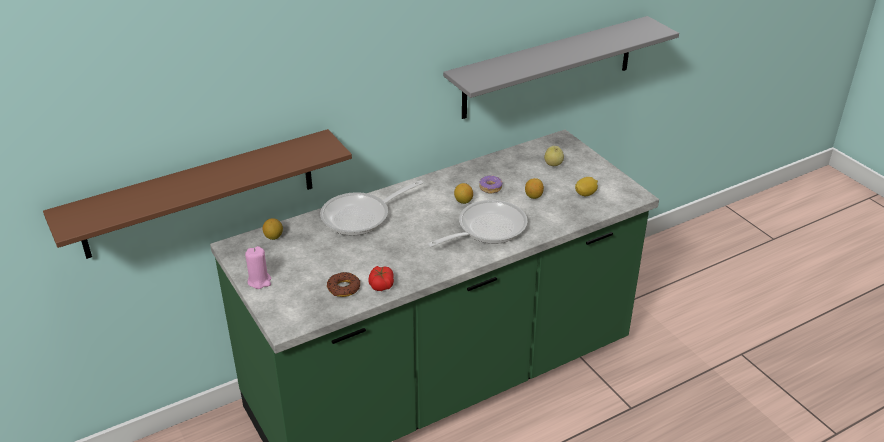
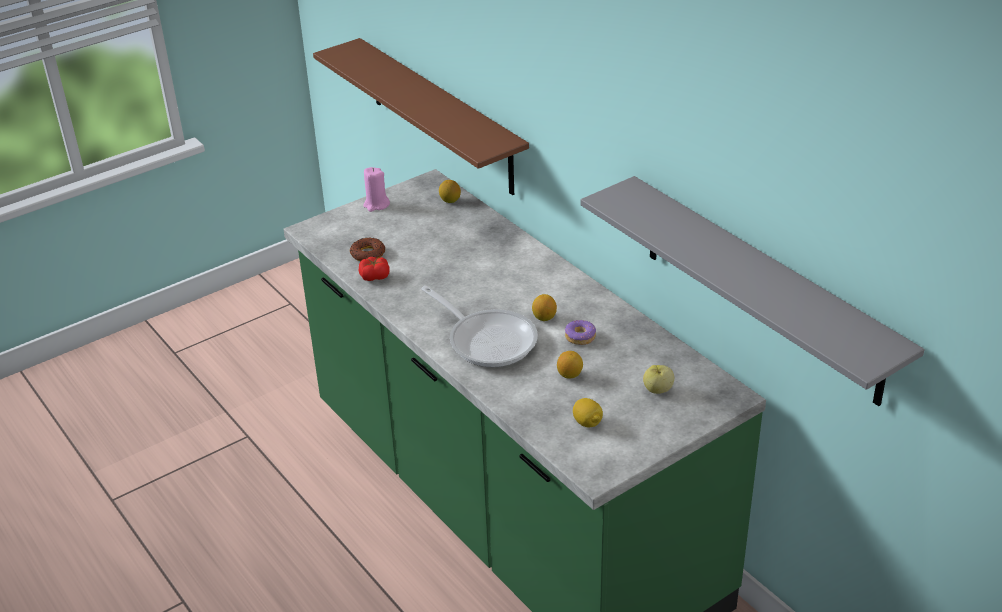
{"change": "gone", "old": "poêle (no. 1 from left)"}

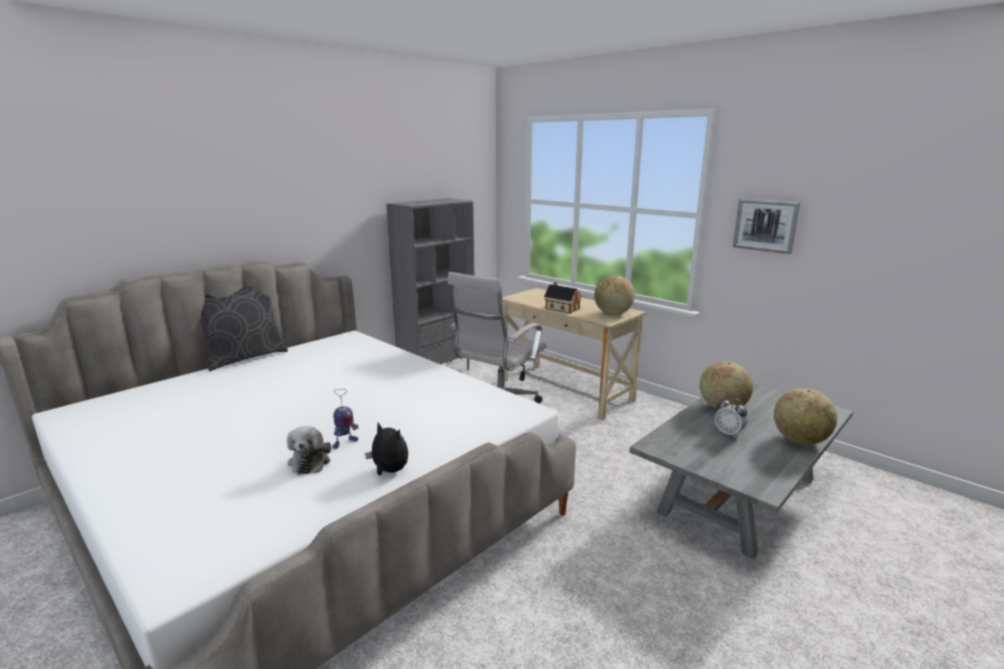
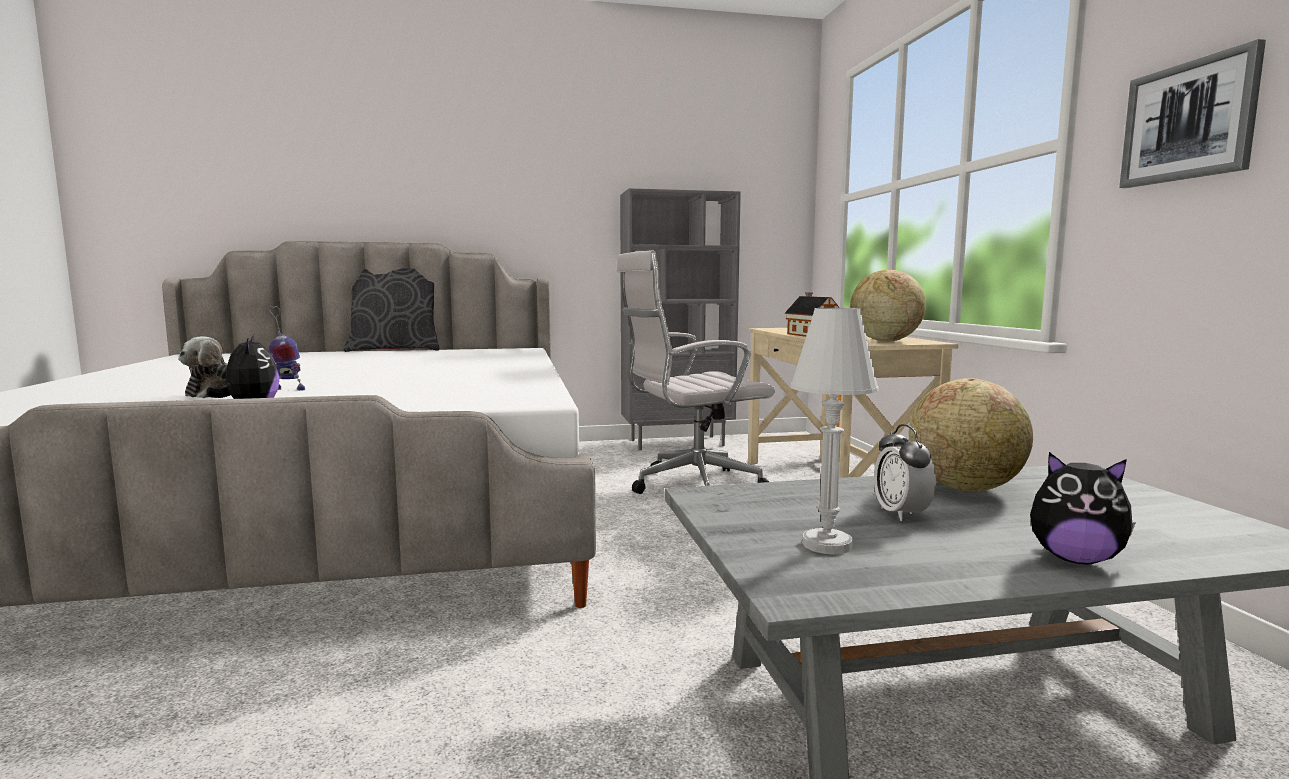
{"change": "new", "new": "lampe de table [blanc]"}
{"change": "swapped", "old": "globe (no. 3 from left)", "new": "peluche (no. 3 from left)"}

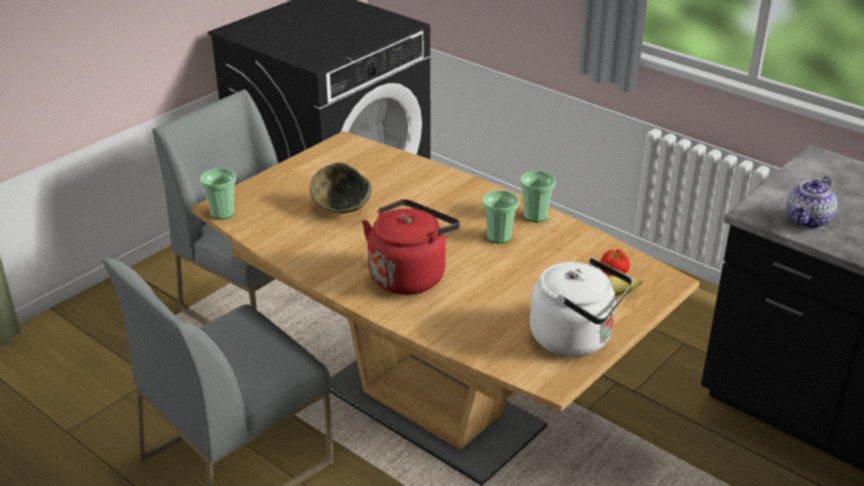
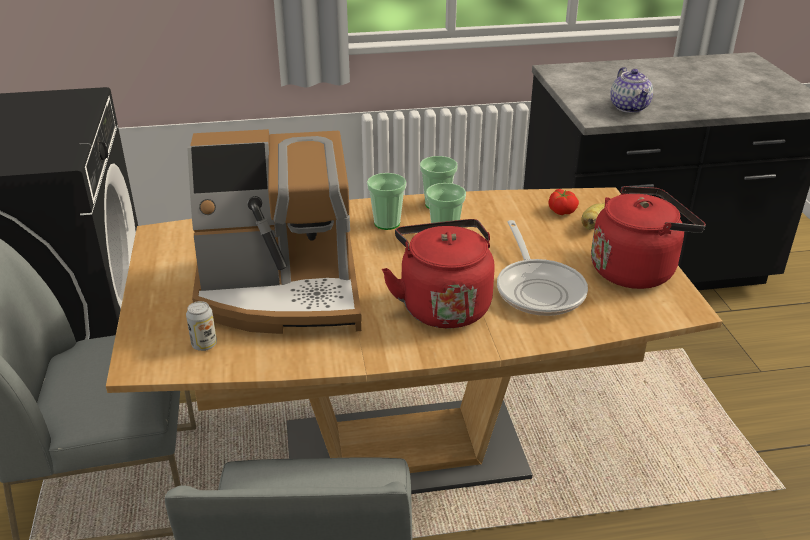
{"change": "new", "new": "boîte métallique"}
{"change": "swapped", "old": "bol", "new": "machine à café"}
{"change": "shifted", "old": "tasse (no. 1 from left)"}
{"change": "new", "new": "poêle"}
{"change": "repainted", "old": "bouilloire [blanc]", "new": "bouilloire [rouge] (no. 2 from left)"}

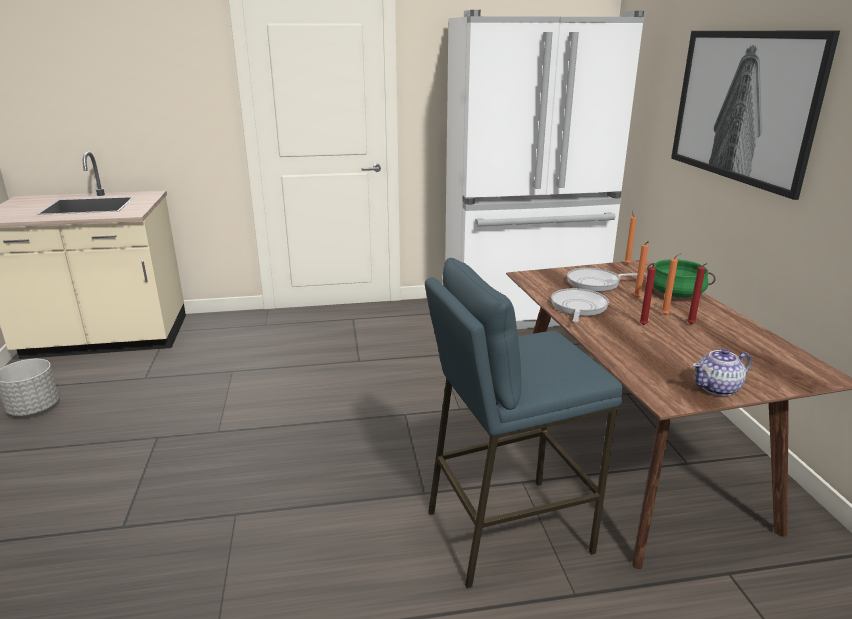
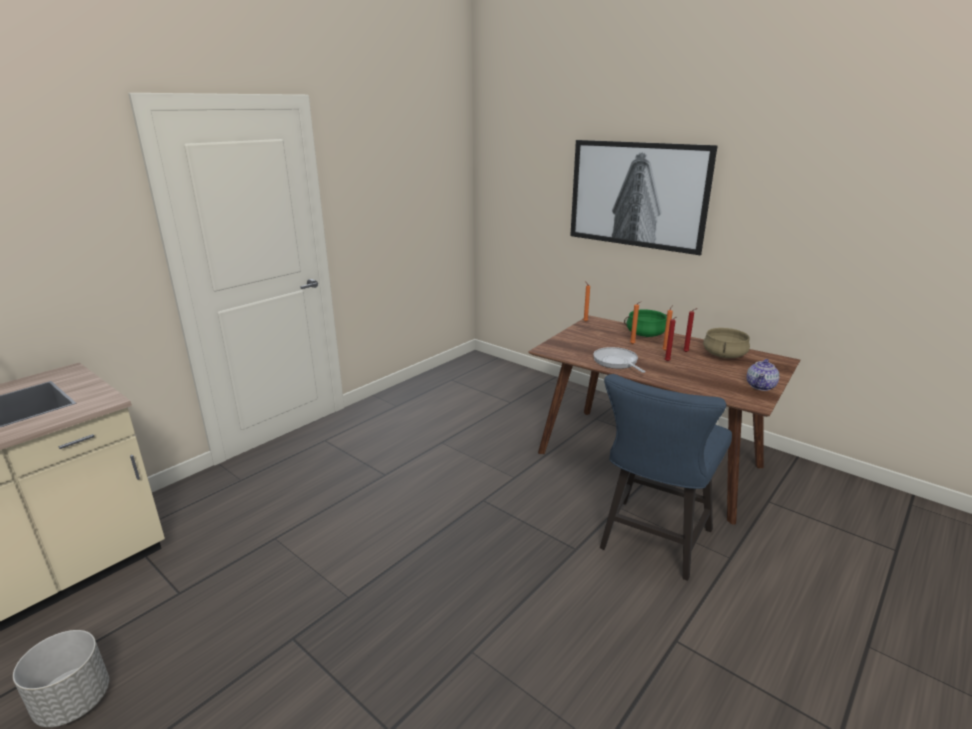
{"change": "swapped", "old": "tabouret [bleu]", "new": "chaise [bleu]"}
{"change": "new", "new": "marmite [beige]"}
{"change": "gone", "old": "réfrigérateur [blanc]"}
{"change": "gone", "old": "poêle (no. 2 from left)"}

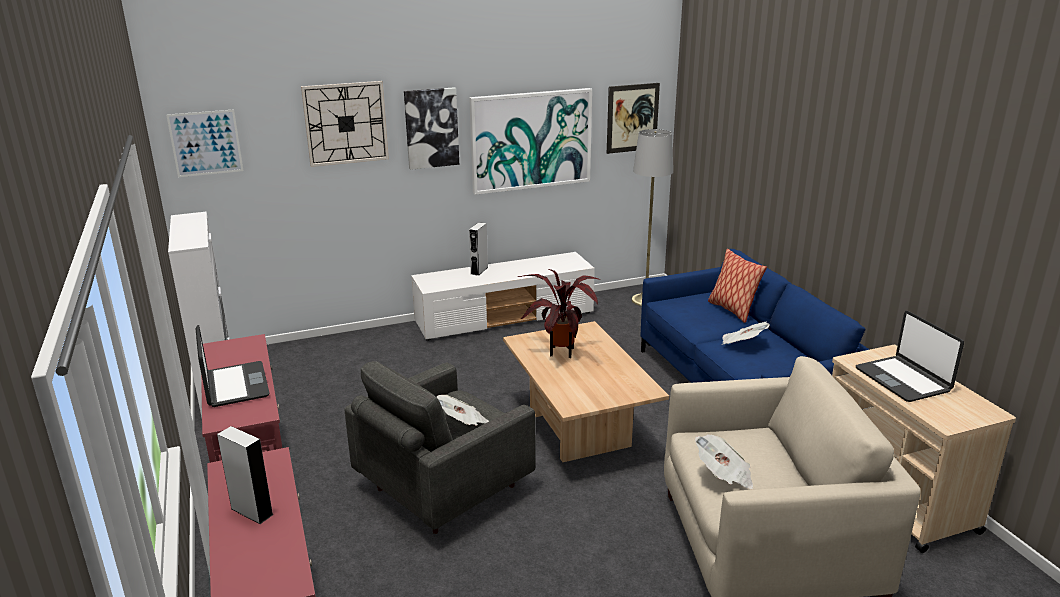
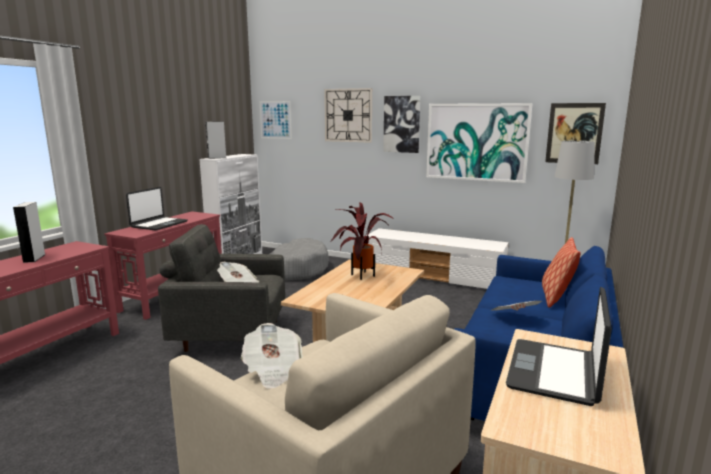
{"change": "shifted", "old": "enceinte [gris] (no. 2 from left)"}
{"change": "new", "new": "panier pour chien [gris]"}

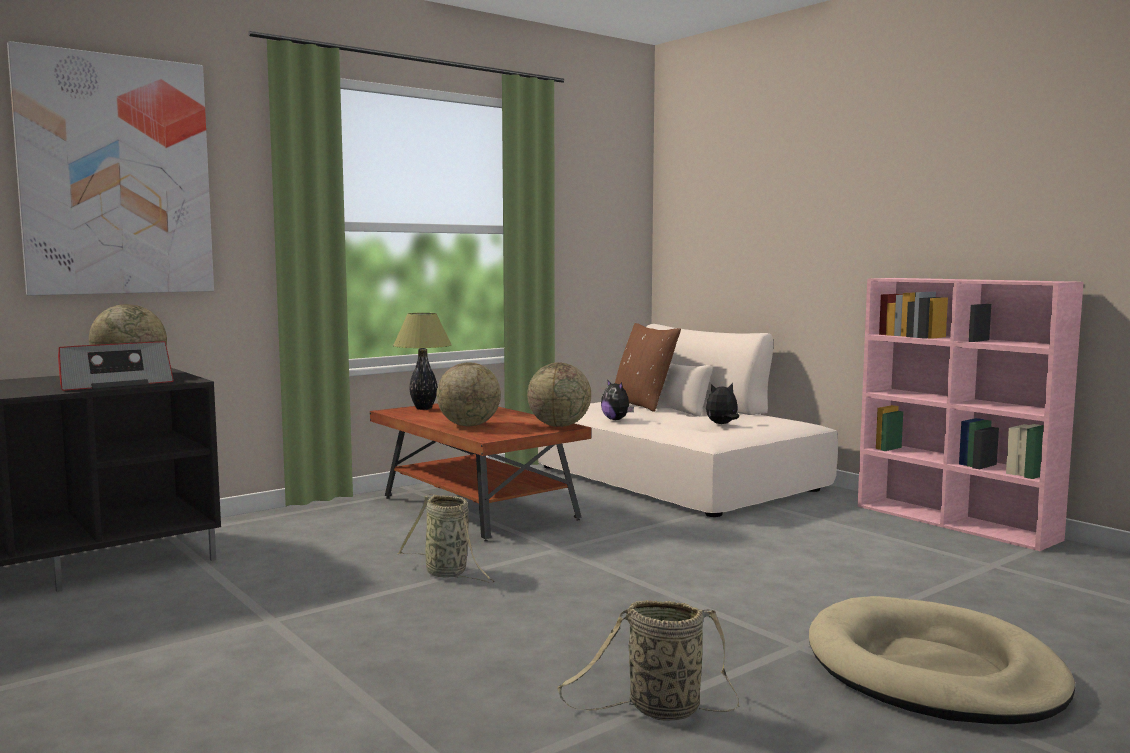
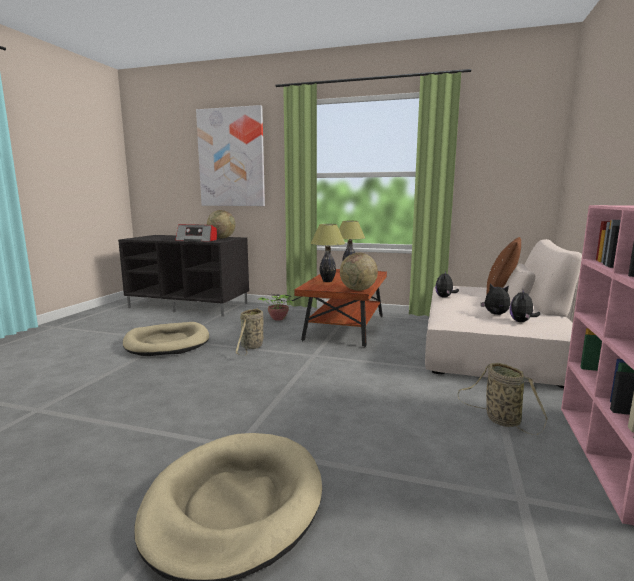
{"change": "new", "new": "panier pour chien [beige] (no. 1 from left)"}
{"change": "new", "new": "plante en pot"}
{"change": "swapped", "old": "globe (no. 2 from left)", "new": "lampe de table (no. 1 from left)"}
{"change": "shifted", "old": "panier (no. 2 from left)"}
{"change": "new", "new": "peluche (no. 3 from left)"}

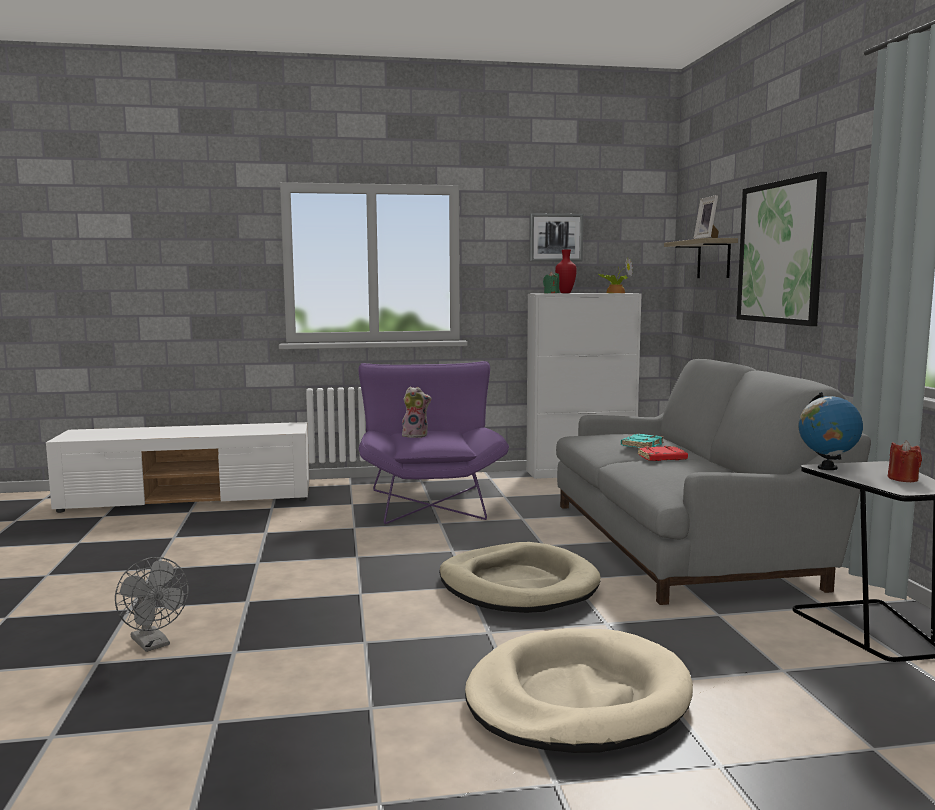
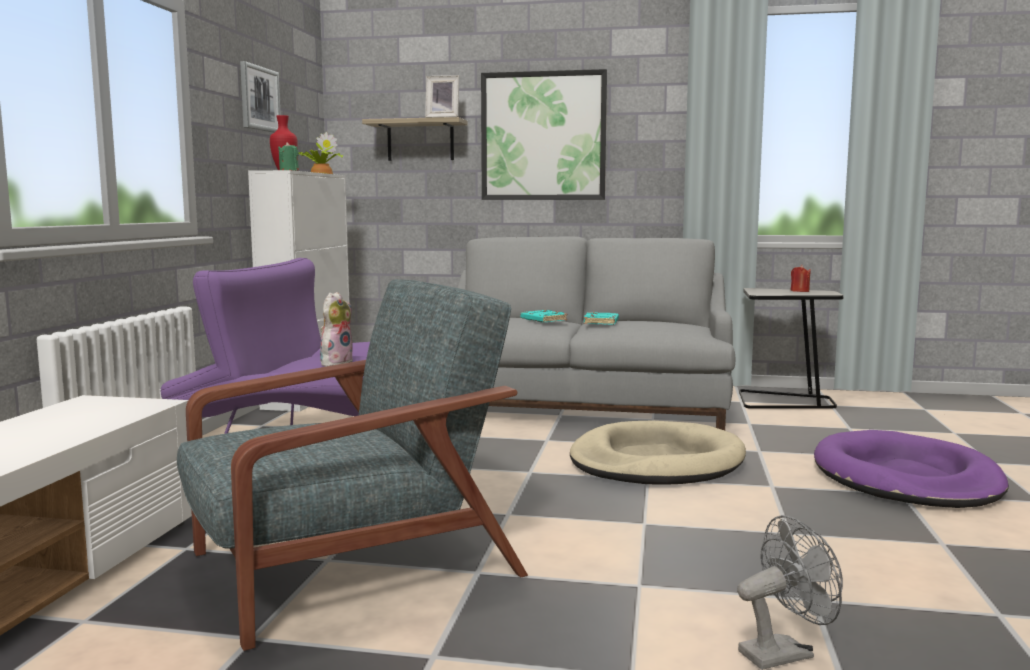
{"change": "new", "new": "fauteuil [gris]"}
{"change": "repainted", "old": "livre [rouge]", "new": "livre [turquoise] (no. 2 from left)"}
{"change": "repainted", "old": "panier pour chien [beige] (no. 2 from left)", "new": "panier pour chien [violet]"}
{"change": "gone", "old": "globe"}

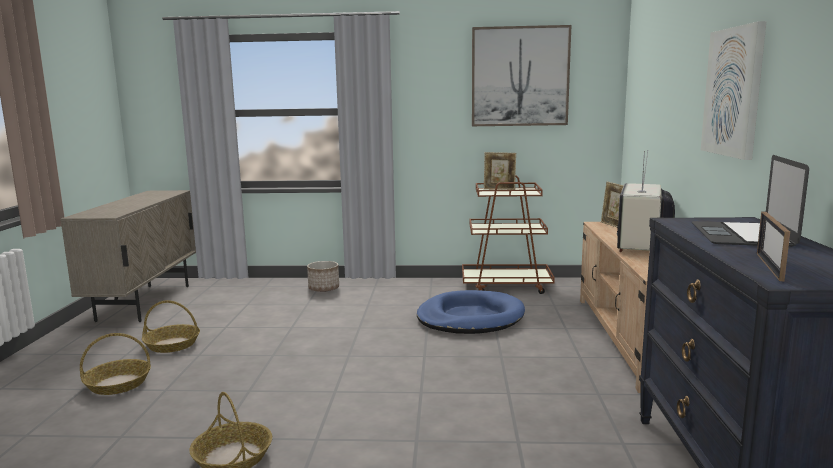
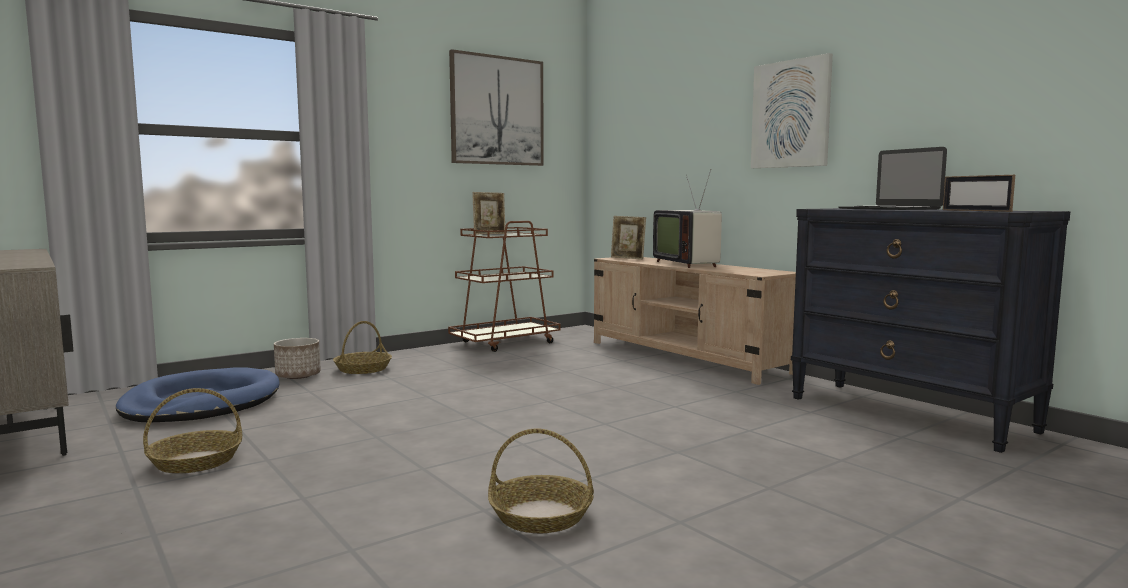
{"change": "shifted", "old": "panier pour chien [bleu]"}
{"change": "shifted", "old": "panier (no. 1 from left in the first image)", "new": "panier (no. 2 from left)"}

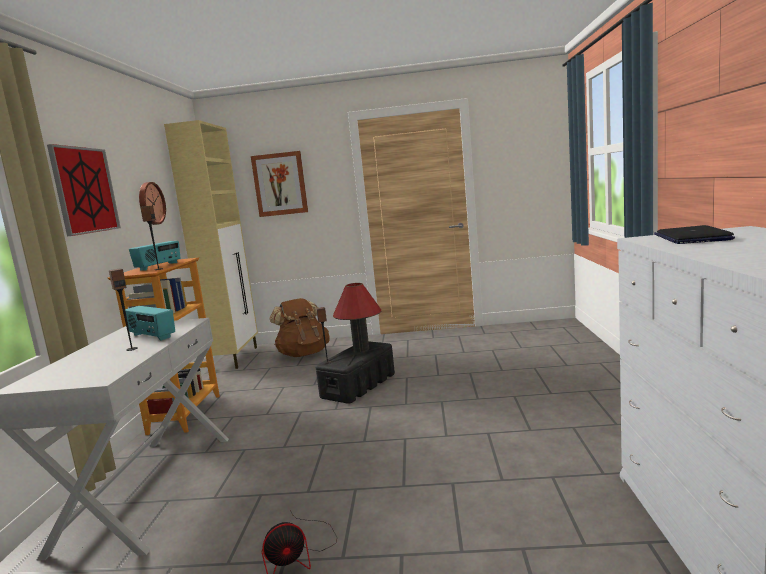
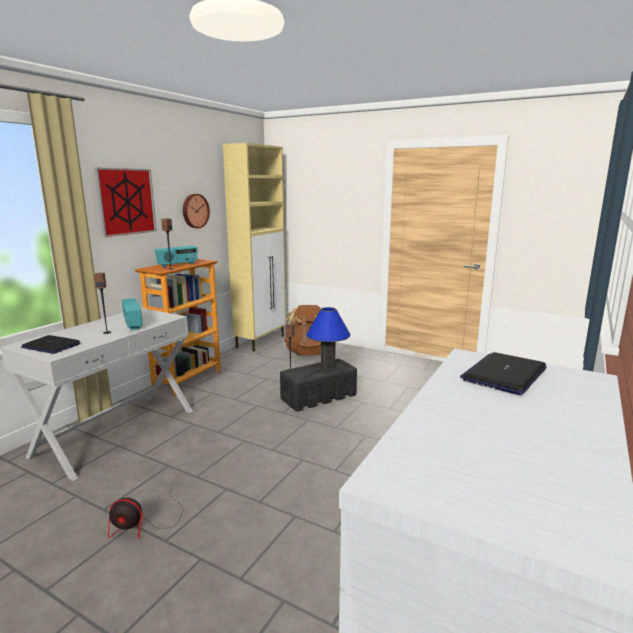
{"change": "new", "new": "ordinateur portable (no. 1 from left)"}
{"change": "repainted", "old": "lampe de table [rouge]", "new": "lampe de table [bleu]"}
{"change": "gone", "old": "tableau (no. 2 from left)"}

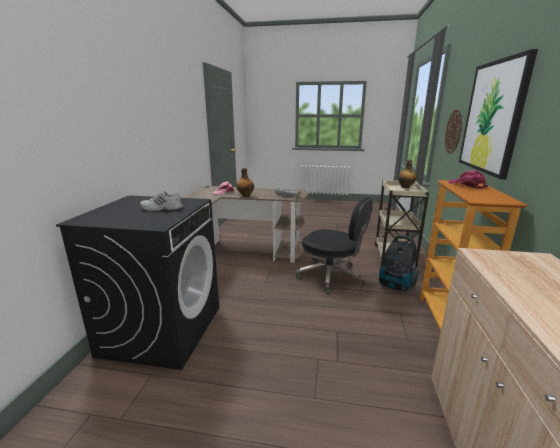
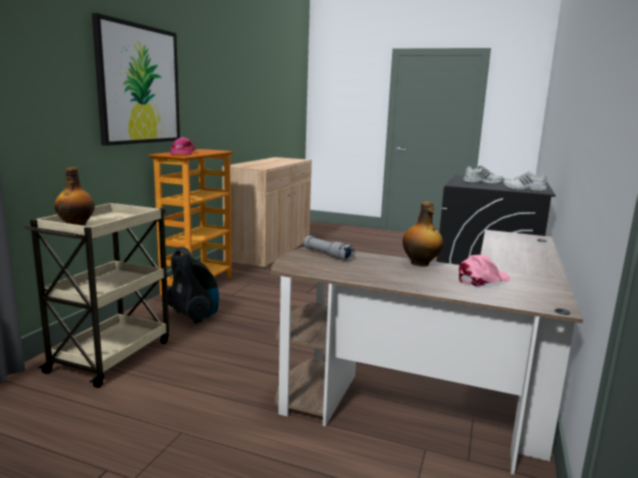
{"change": "new", "new": "chaussure [blanc] (no. 2 from left)"}
{"change": "gone", "old": "chaise de bureau [noir]"}
{"change": "gone", "old": "horloge murale"}

